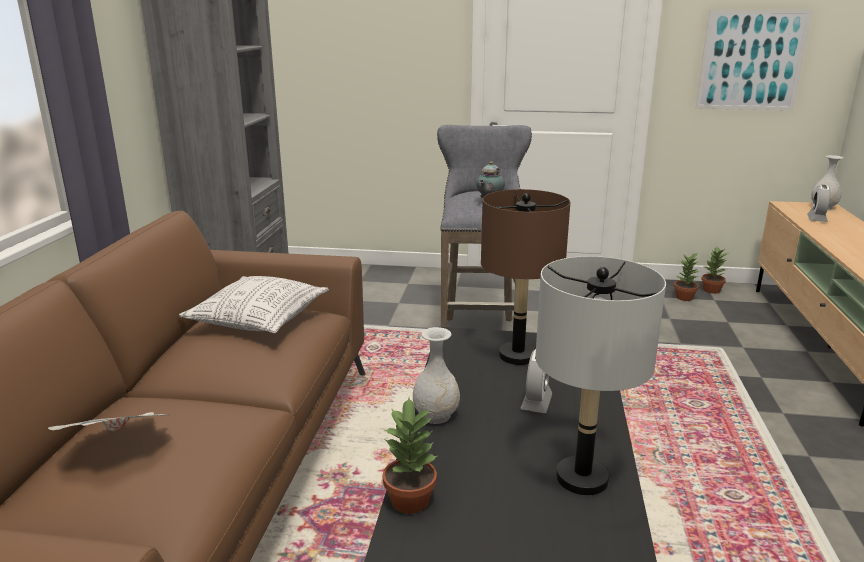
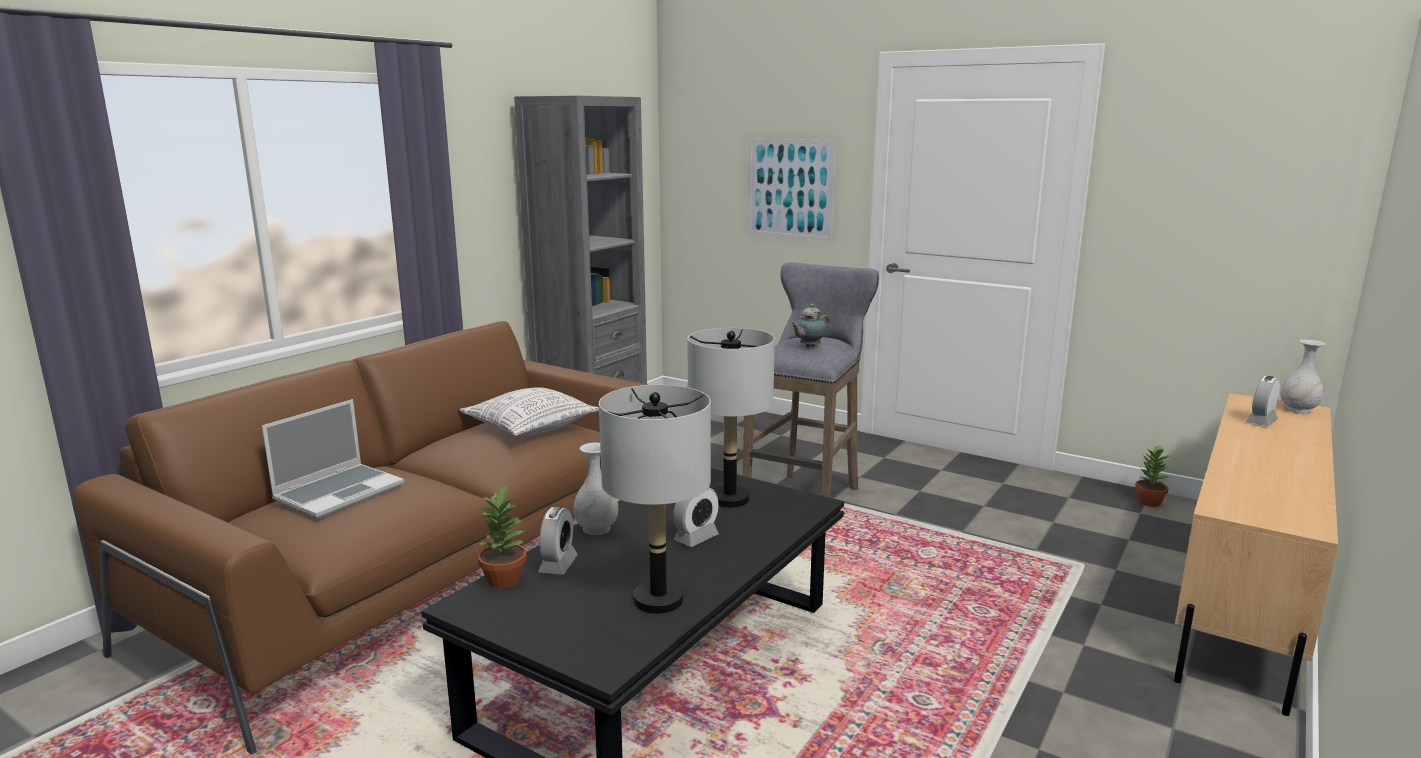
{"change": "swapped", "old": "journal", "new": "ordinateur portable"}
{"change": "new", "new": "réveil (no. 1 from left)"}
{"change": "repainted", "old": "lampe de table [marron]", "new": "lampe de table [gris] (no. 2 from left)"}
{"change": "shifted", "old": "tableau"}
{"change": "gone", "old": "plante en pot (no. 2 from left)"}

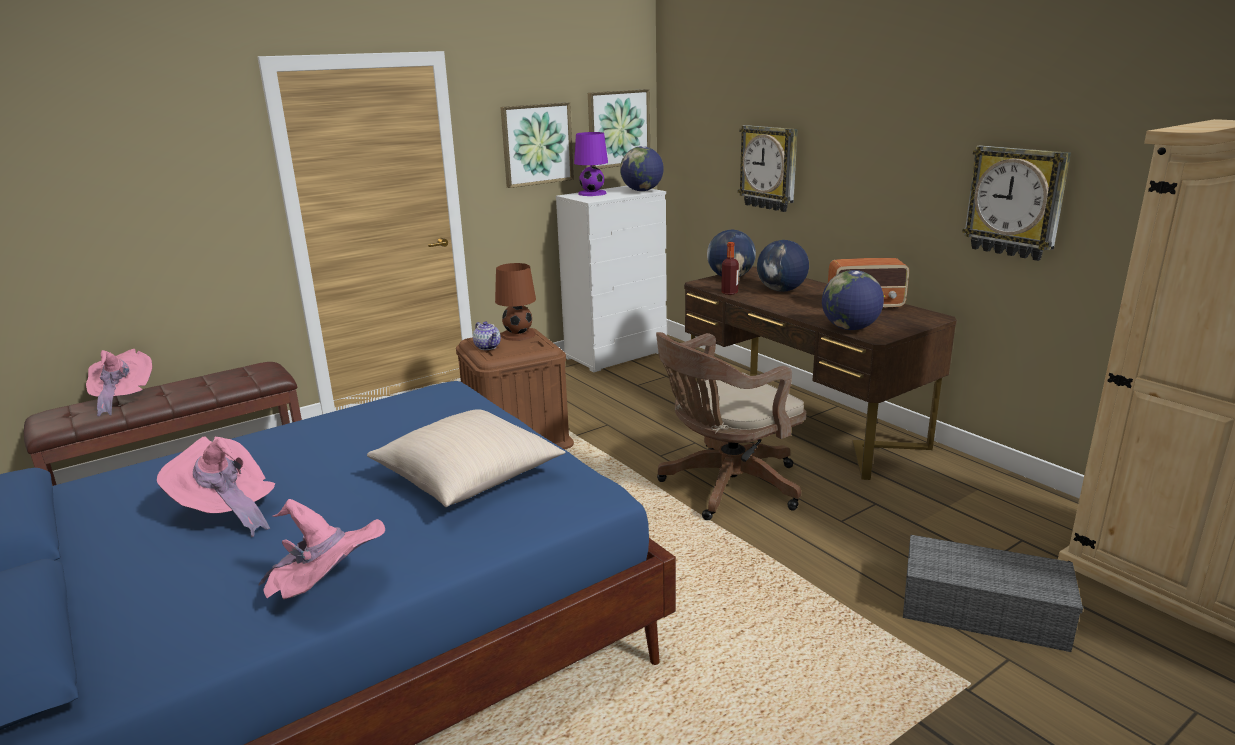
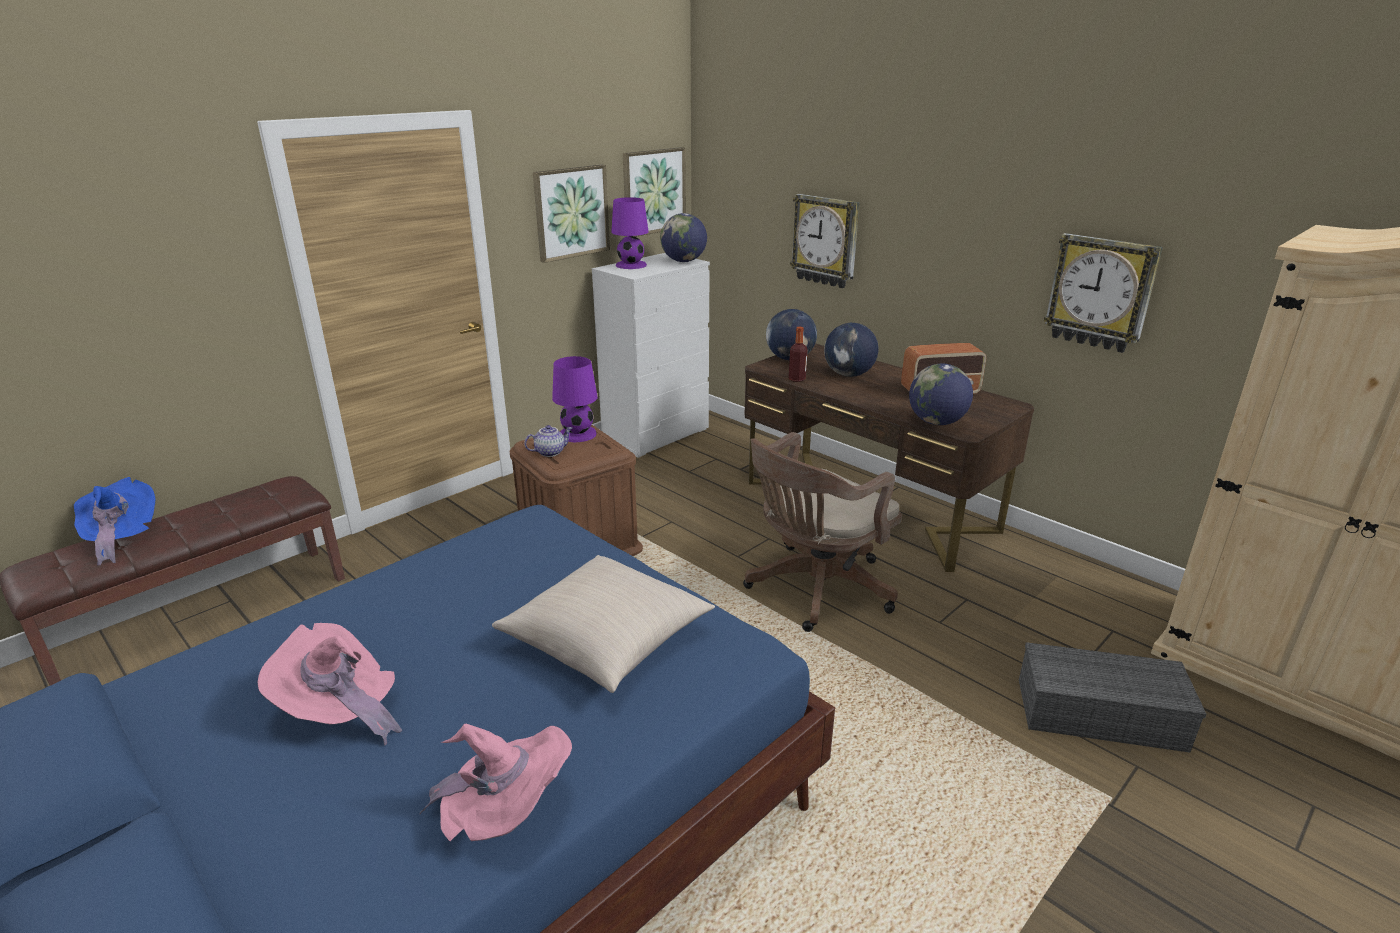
{"change": "repainted", "old": "chapeau [rose] (no. 1 from left)", "new": "chapeau [bleu]"}
{"change": "rotated", "old": "théière", "degrees": -75}
{"change": "repainted", "old": "lampe de table [marron]", "new": "lampe de table [violet] (no. 1 from left)"}

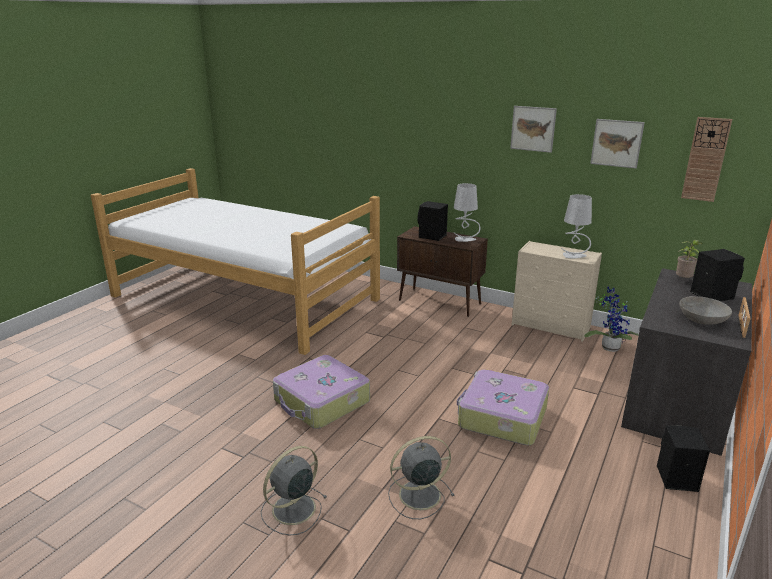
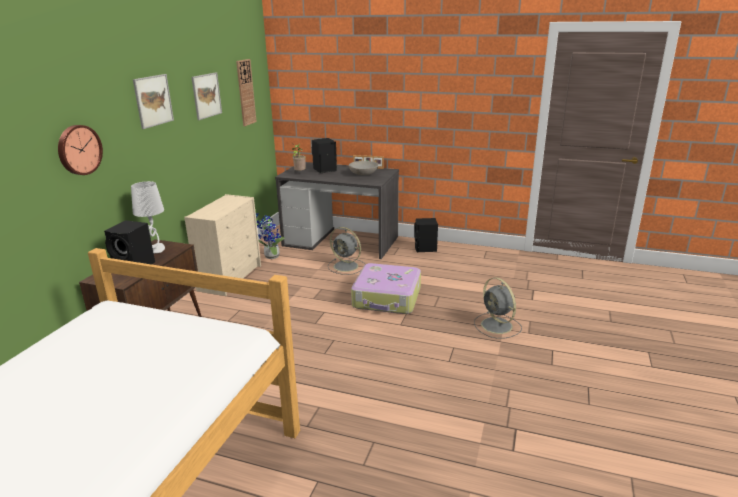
{"change": "new", "new": "horloge murale (no. 1 from left)"}
{"change": "shifted", "old": "ventilateur [gris] (no. 1 from left)"}
{"change": "gone", "old": "valise (no. 1 from left)"}
{"change": "gone", "old": "lampe de table [gris] (no. 2 from left)"}

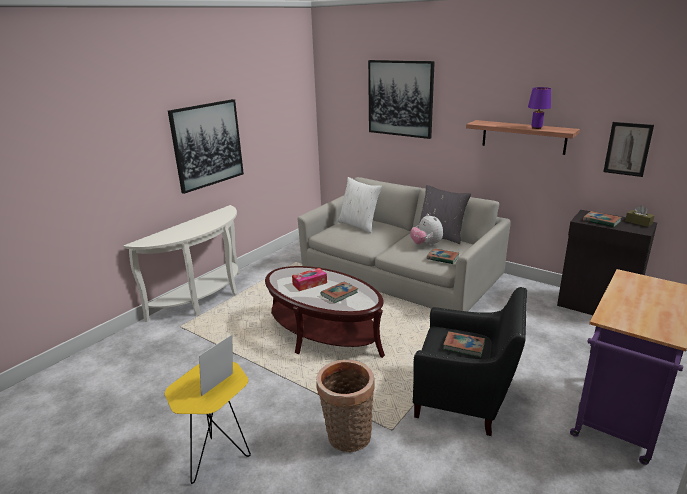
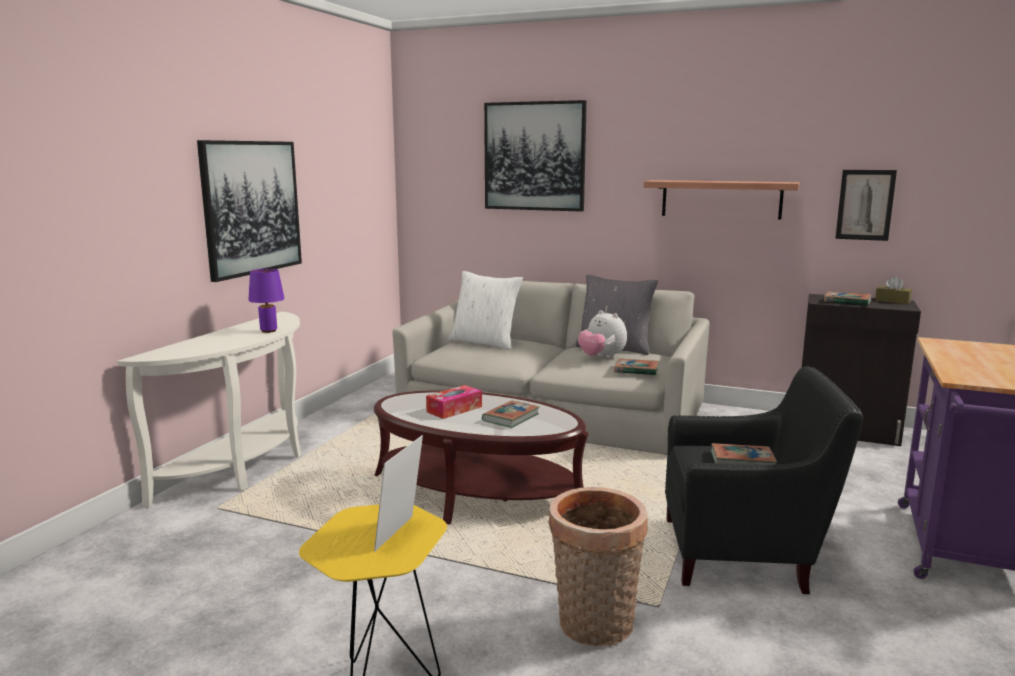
{"change": "shifted", "old": "lampe de table [violet]"}

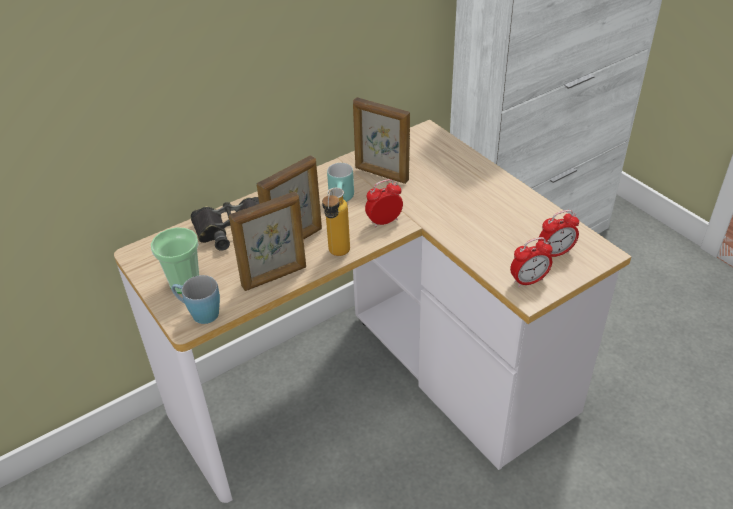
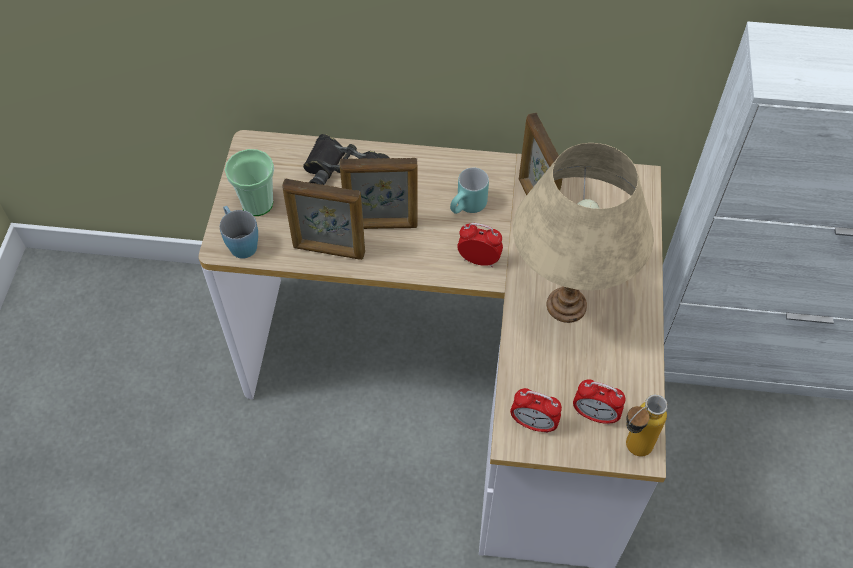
{"change": "new", "new": "lampe de table [beige]"}
{"change": "shifted", "old": "bouteille"}

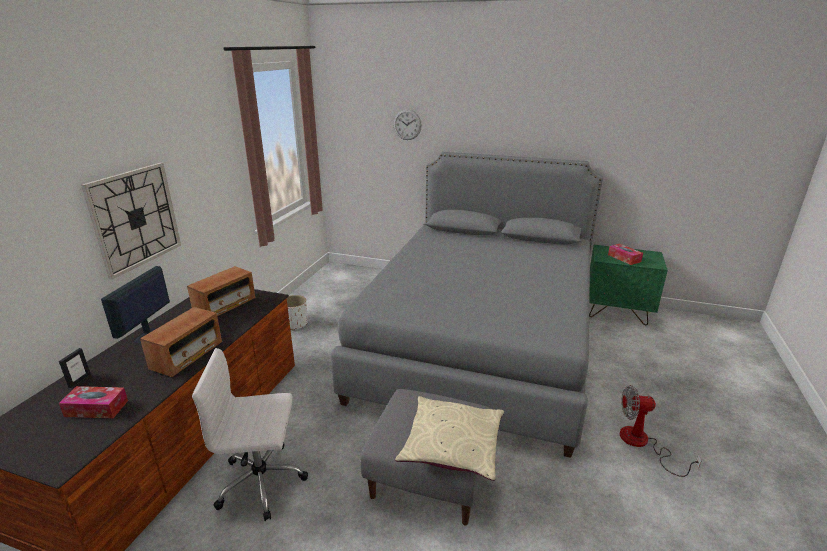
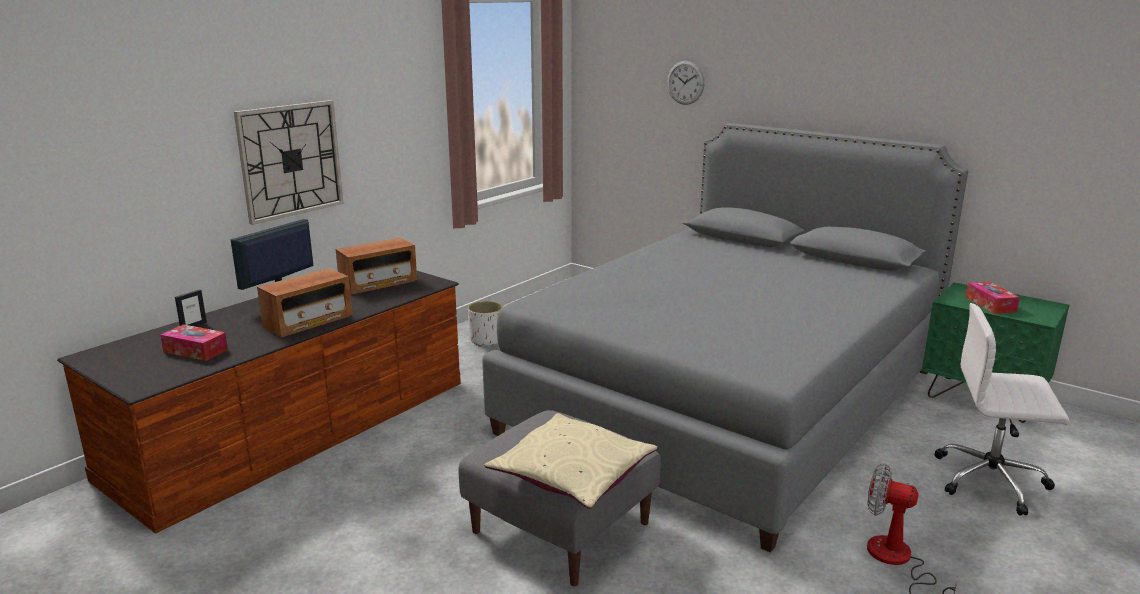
{"change": "shifted", "old": "chaise de bureau [blanc]"}

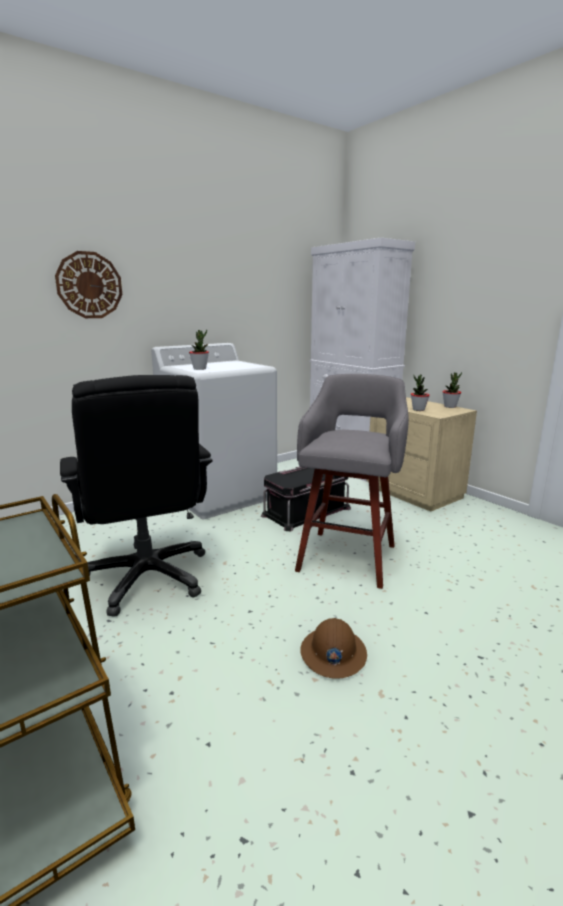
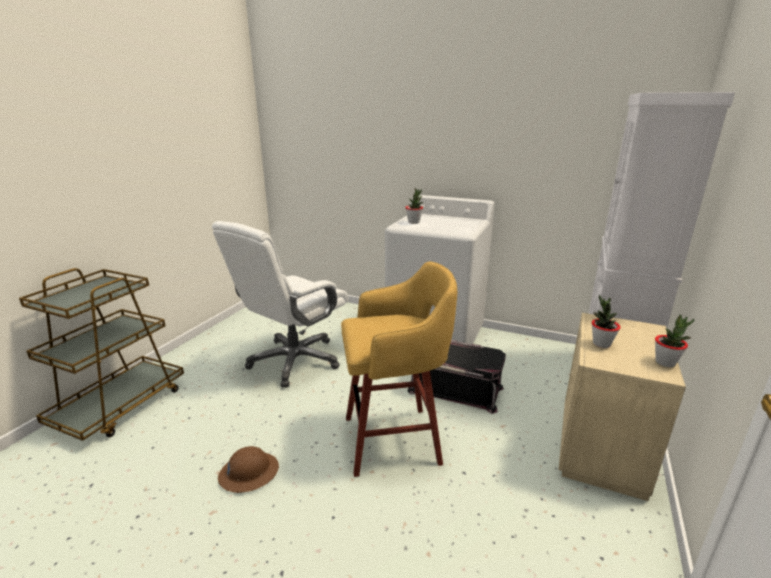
{"change": "repainted", "old": "chaise de bureau [noir]", "new": "chaise de bureau [blanc]"}
{"change": "repainted", "old": "tabouret [gris]", "new": "tabouret [jaune]"}
{"change": "gone", "old": "horloge murale"}

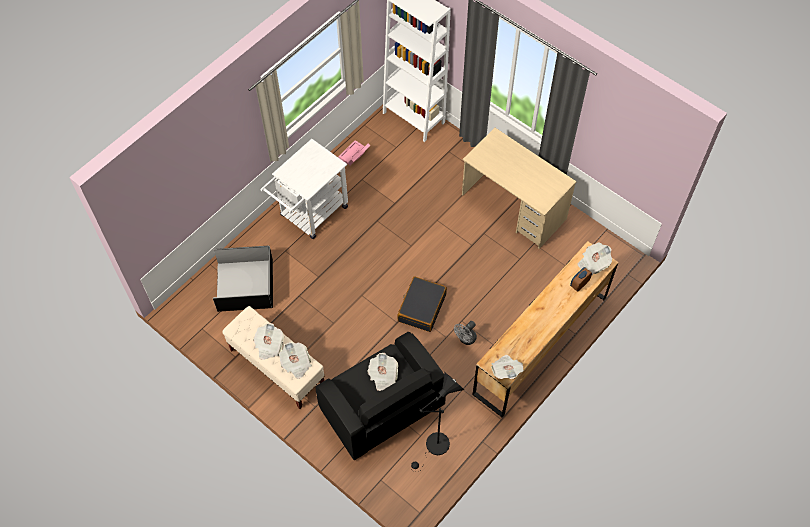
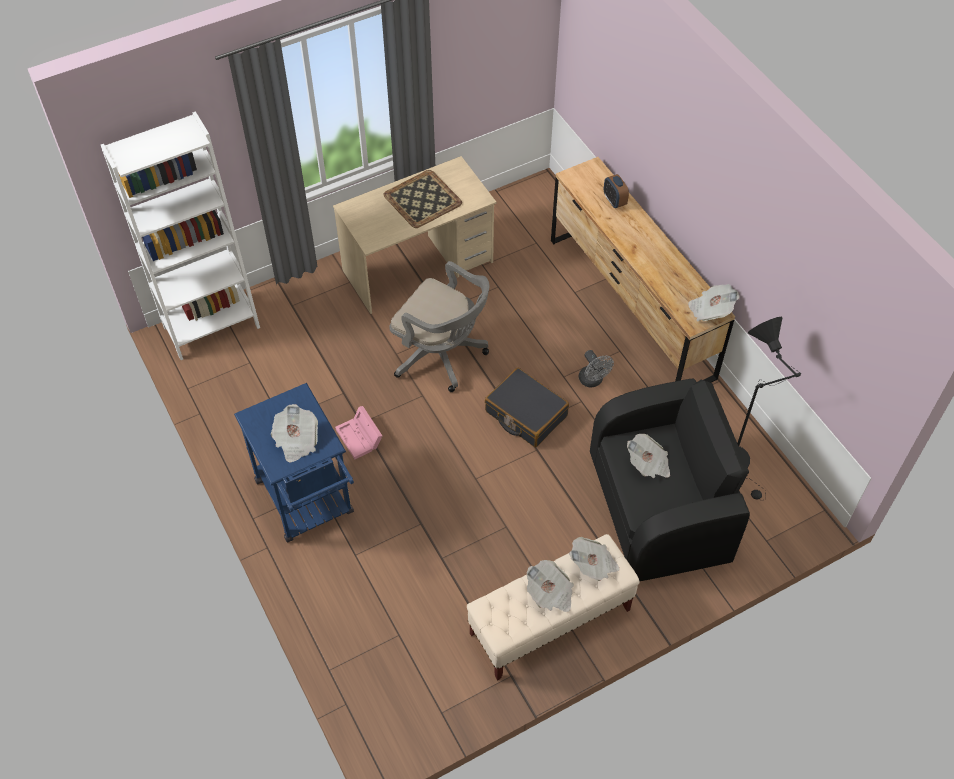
{"change": "repainted", "old": "chariot [blanc]", "new": "chariot [bleu]"}
{"change": "shifted", "old": "journal (no. 5 from left in the first image)", "new": "journal (no. 1 from left)"}
{"change": "shifted", "old": "boîte de rangement [rose]"}
{"change": "new", "new": "plateau"}
{"change": "new", "new": "chaise de bureau [gris]"}
{"change": "gone", "old": "boîte de rangement [noir]"}

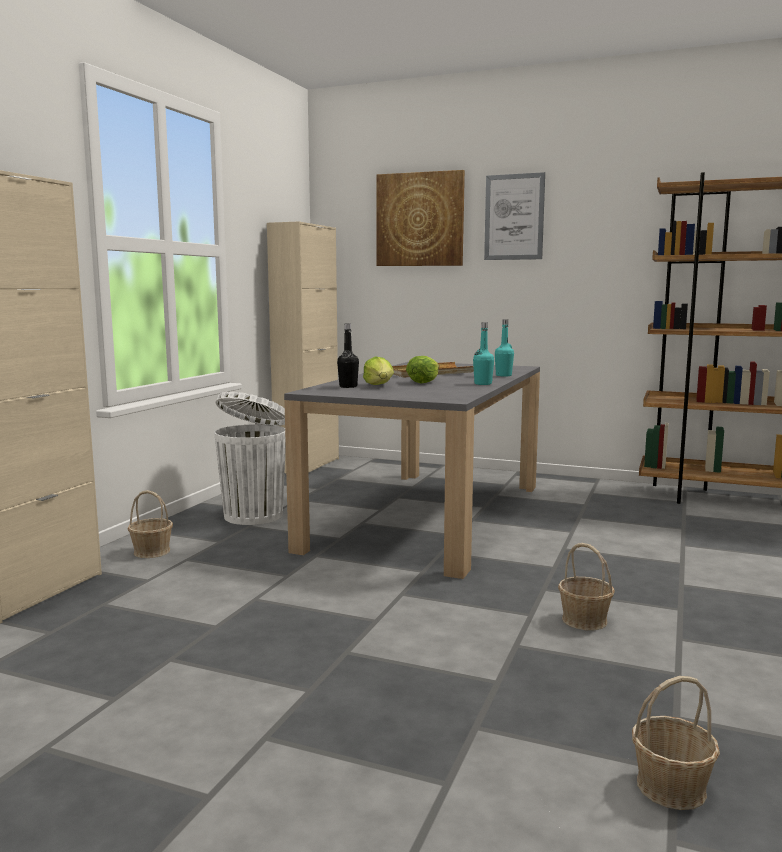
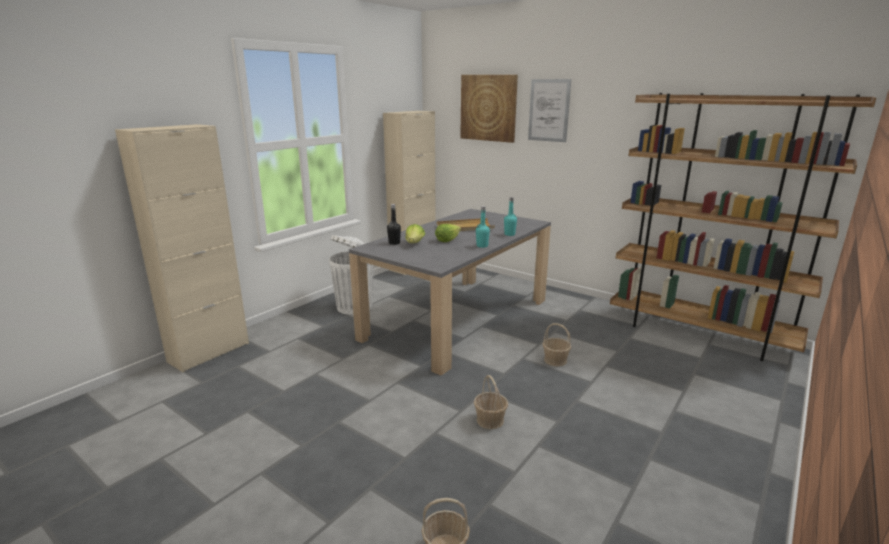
{"change": "shifted", "old": "panier (no. 1 from left in the first image)", "new": "panier (no. 3 from left)"}

